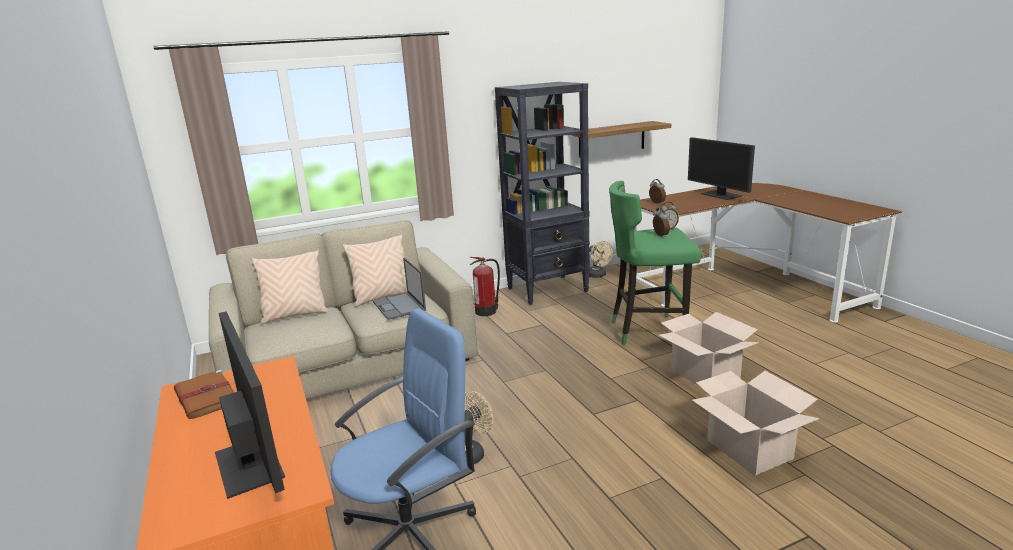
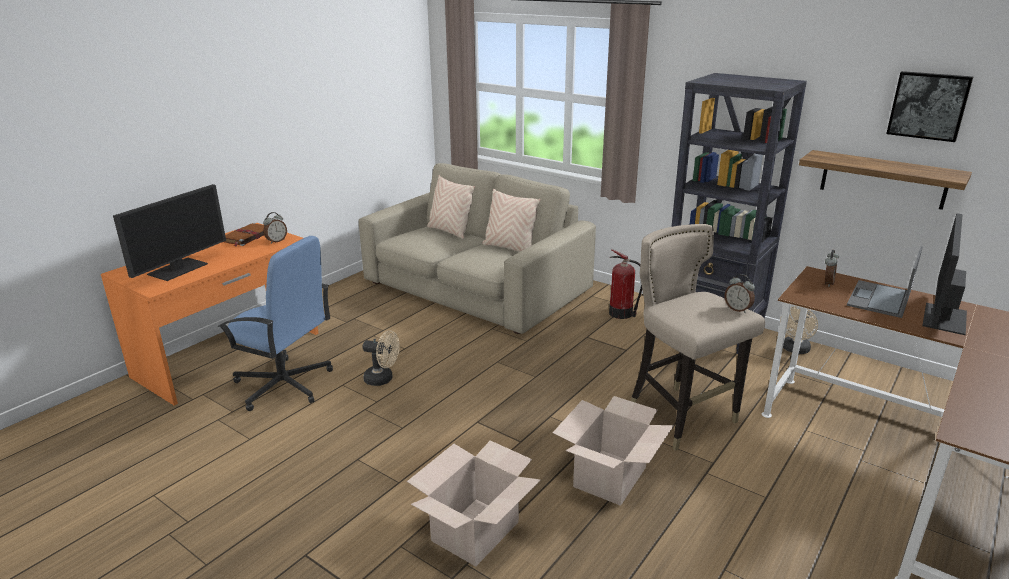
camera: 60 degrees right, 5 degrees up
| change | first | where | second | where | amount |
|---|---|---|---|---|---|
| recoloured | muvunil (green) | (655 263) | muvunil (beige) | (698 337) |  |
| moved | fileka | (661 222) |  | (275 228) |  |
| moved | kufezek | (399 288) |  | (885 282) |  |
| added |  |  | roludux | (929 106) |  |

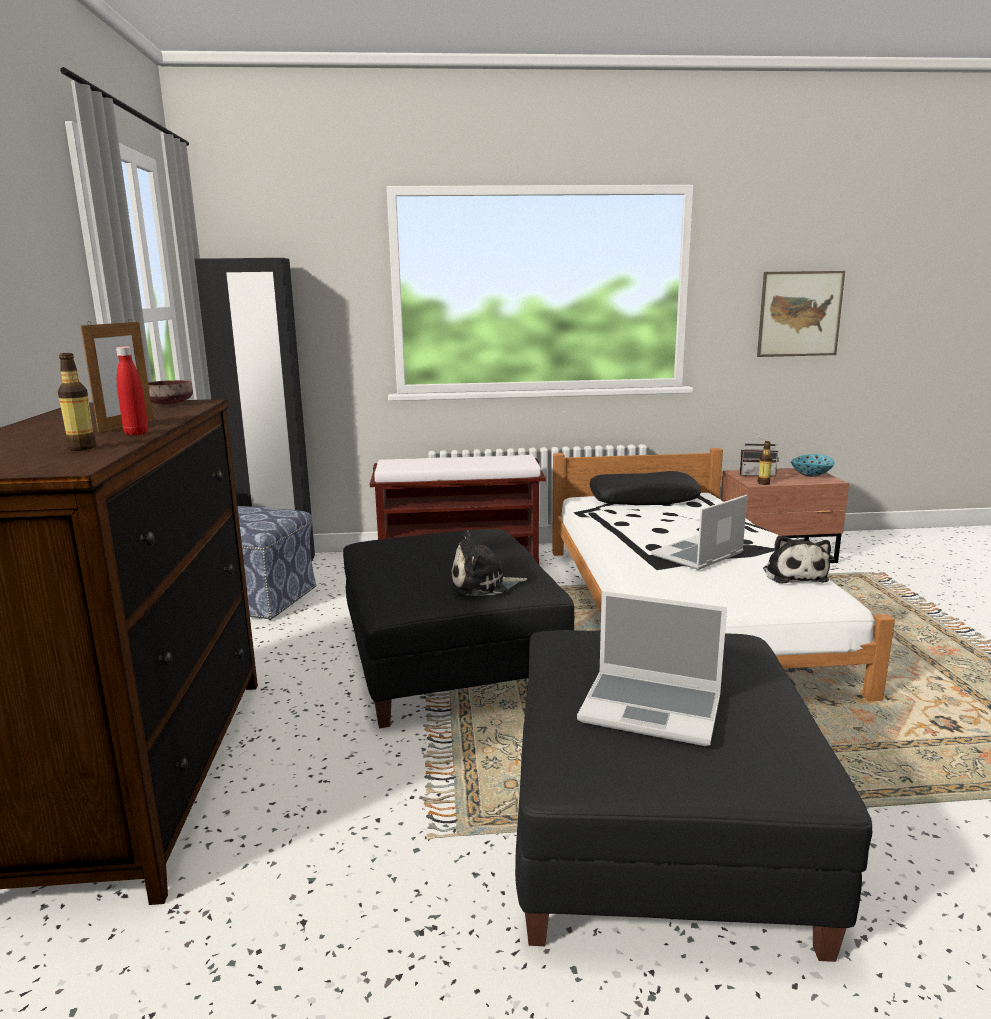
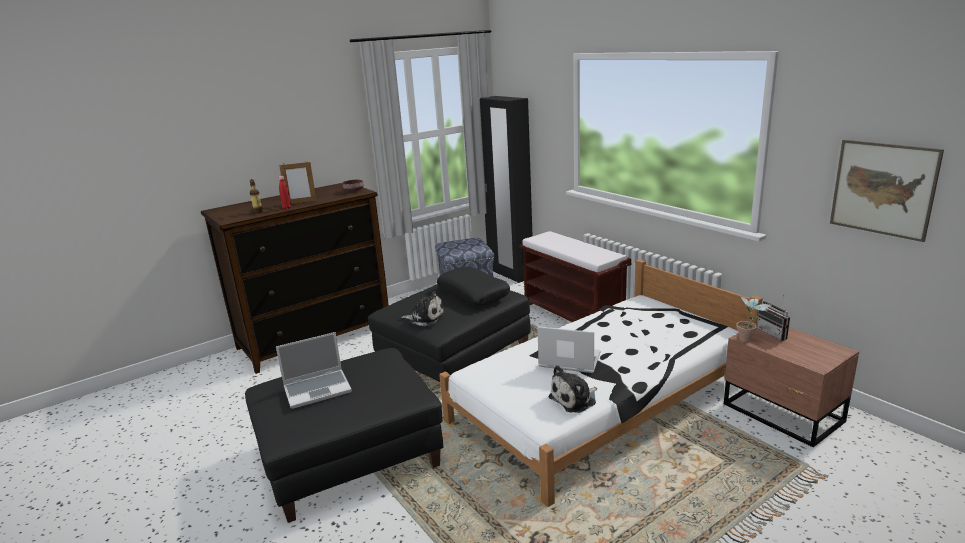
camera: 60 degrees right, 5 degrees up
| change | first | where | second | where | amount |
|---|---|---|---|---|---|
| replaced | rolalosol | (765 463) | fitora | (753 319) |  |
| removed | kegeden | (812 465) |  |  |  |
| moved | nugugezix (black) | (645 488) |  | (473 286) |  |
| turned | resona | (489 563) |  | (423 308) | 150 degrees clockwise |
| turned | kufezek | (652 668) |  | (314 370) | 105 degrees counterclockwise |

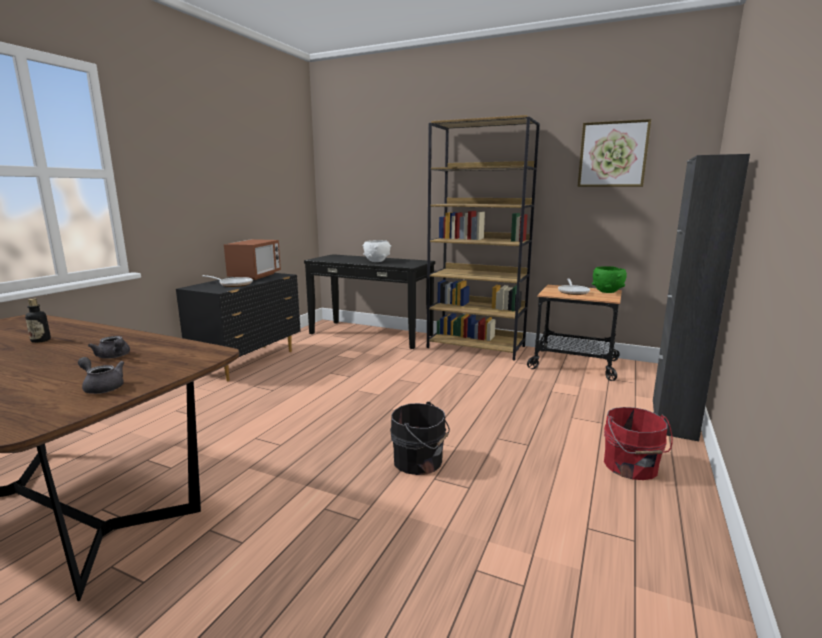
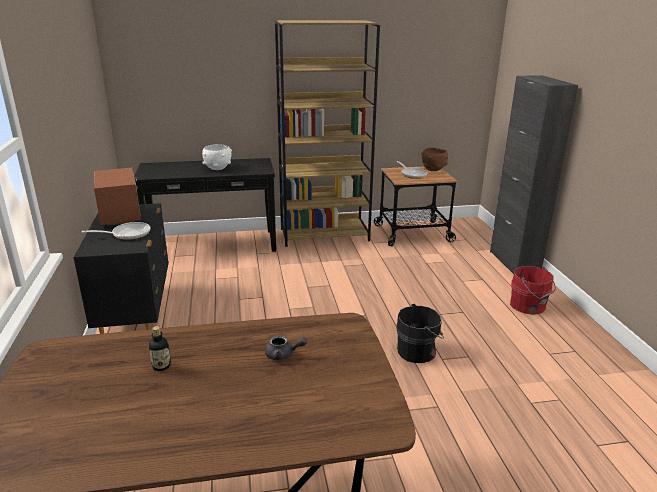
camera: 35 degrees left, 10 degrees up
| change | first | where | second | where | amount |
|---|---|---|---|---|---|
| removed | roludux | (614 153) |  |  |  |
| recoloured | kegeden (green) | (609 279) | kegeden (brown) | (434 159) |  |
| removed | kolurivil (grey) | (101 375) |  |  |  |

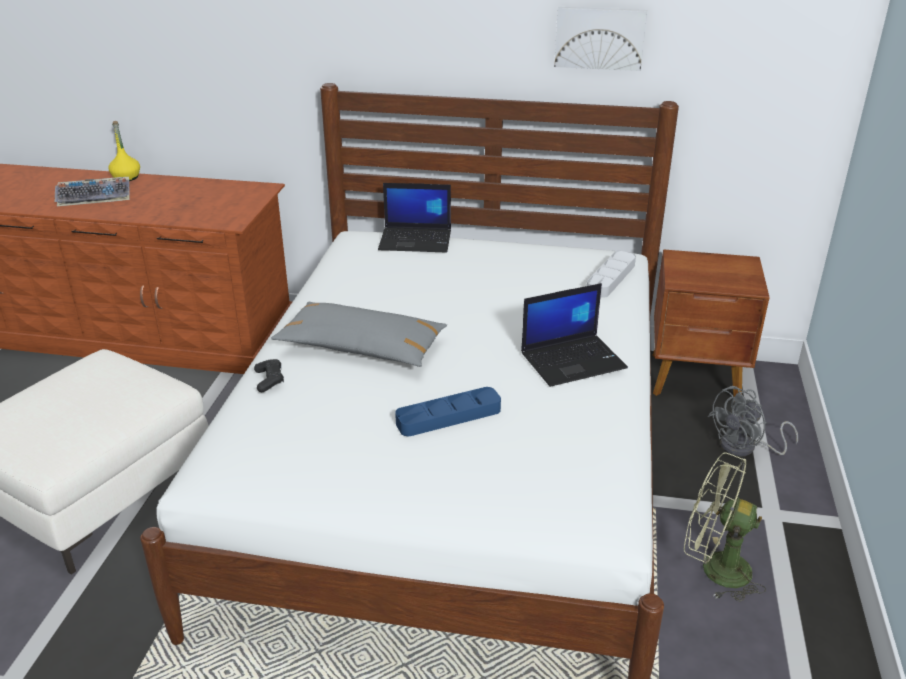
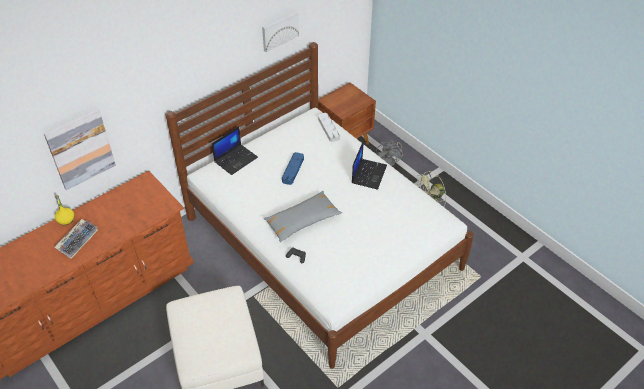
camera: 50 degrees left, 15 degrees up
| change | first | where | second | where | amount |
|---|---|---|---|---|---|
| moved | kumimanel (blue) | (448 411) |  | (293 168) |  |
| added |  |  | roludux | (80 149) |  |

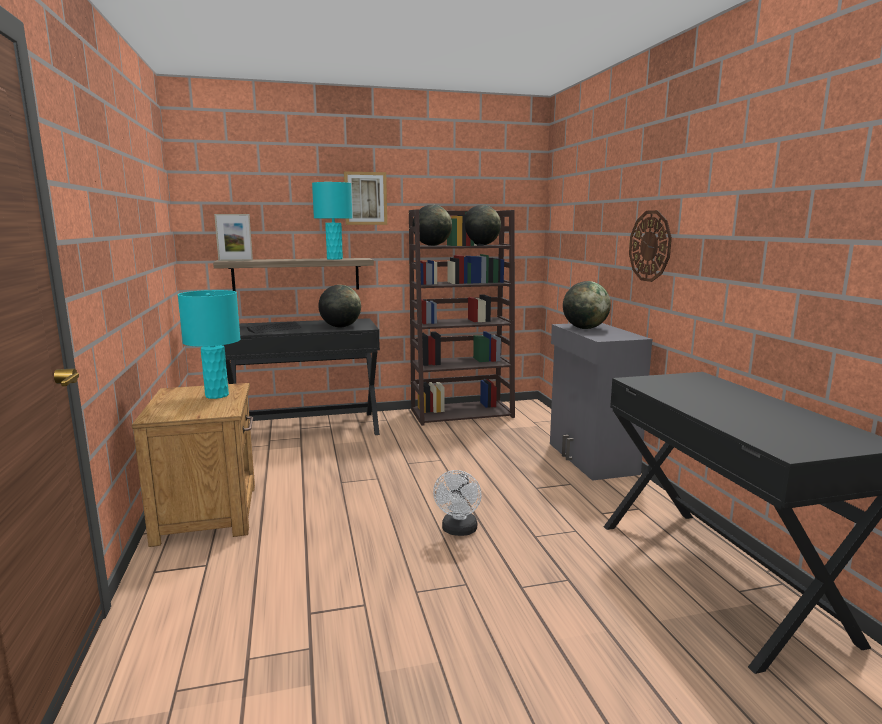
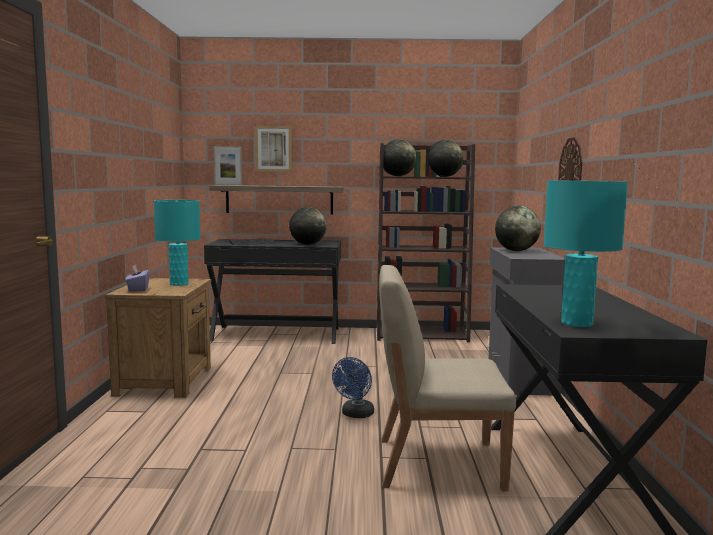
camera: 15 degrees right, 5 degrees down
| change | first | where | second | where | amount |
|---|---|---|---|---|---|
| moved | roludux | (365 198) |  | (273 149) |  |
| moved | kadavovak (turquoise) | (332 221) |  | (586 253) |  |
| recoloured | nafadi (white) | (457 503) | nafadi (blue) | (353 387) |  |
| added |  |  | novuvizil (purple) | (137 278) |  |
| added |  |  | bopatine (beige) | (447 378) |  |

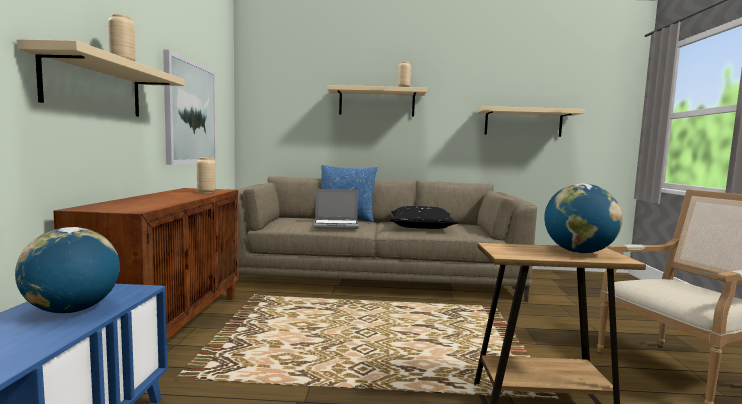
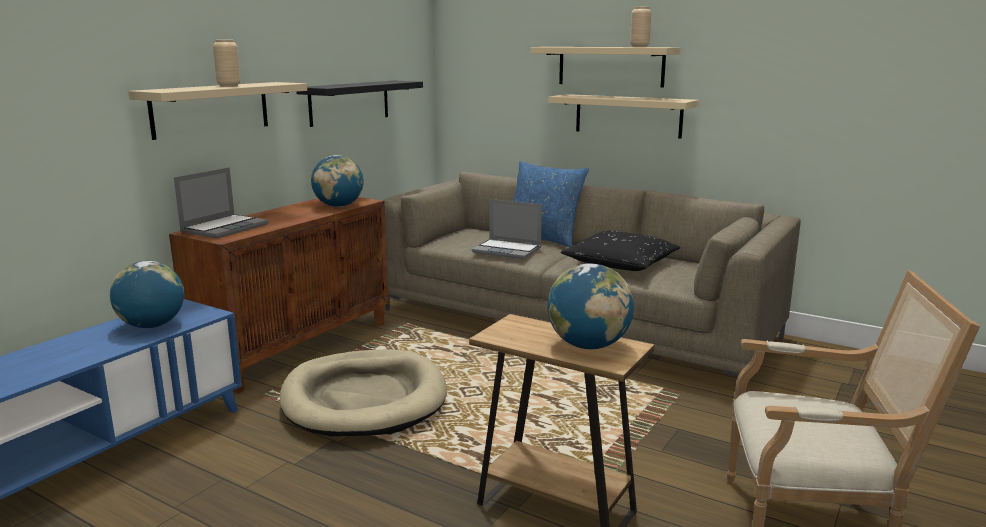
camera: 30 degrees right, 10 degrees up
| change | first | where | second | where | amount |
|---|---|---|---|---|---|
| replaced | roludux | (190 107) | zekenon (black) | (359 104) |  |
| moved | zekenon (beige) | (530 121) |  | (623 116) |  |
| replaced | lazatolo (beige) | (206 175) | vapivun | (337 181) |  |
| added |  |  | kufezek | (221 202) |  |
| added |  |  | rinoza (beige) | (363 393) |  |

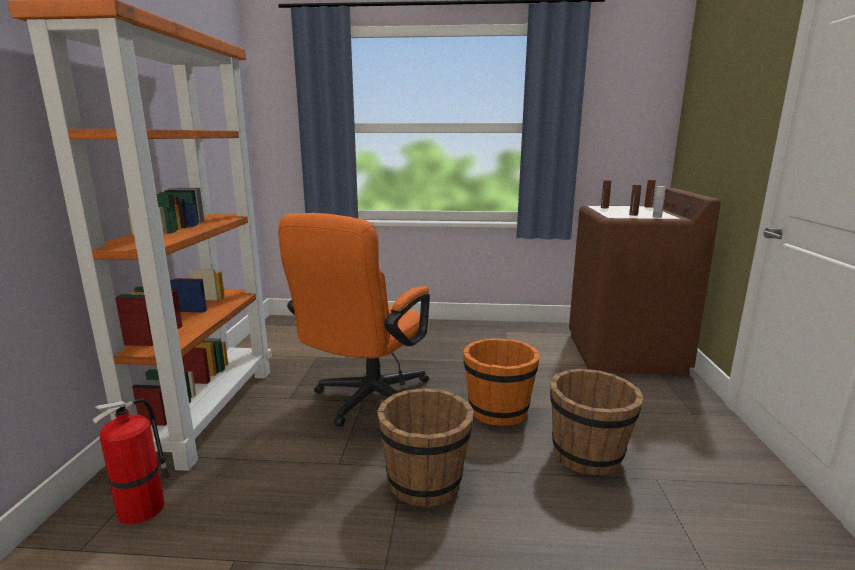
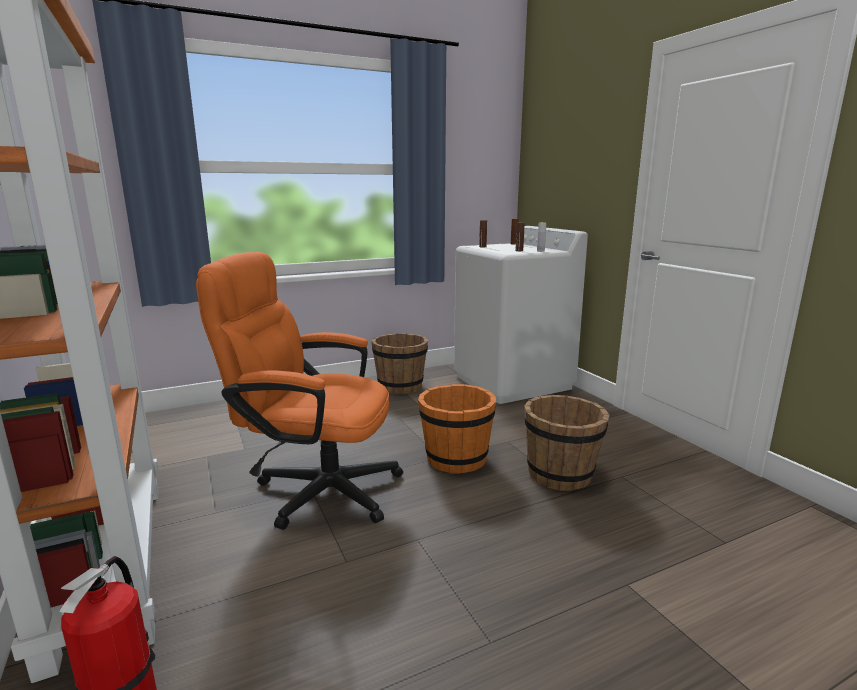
camera: 30 degrees left, 0 degrees up
| change | first | where | second | where | amount |
|---|---|---|---|---|---|
| recoloured | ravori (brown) | (645 281) | ravori (white) | (521 315) |  |
| turned | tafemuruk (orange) | (354 320) |  | (299 391) | 105 degrees clockwise |
| moved | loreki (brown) | (425 447) |  | (399 363) |  |

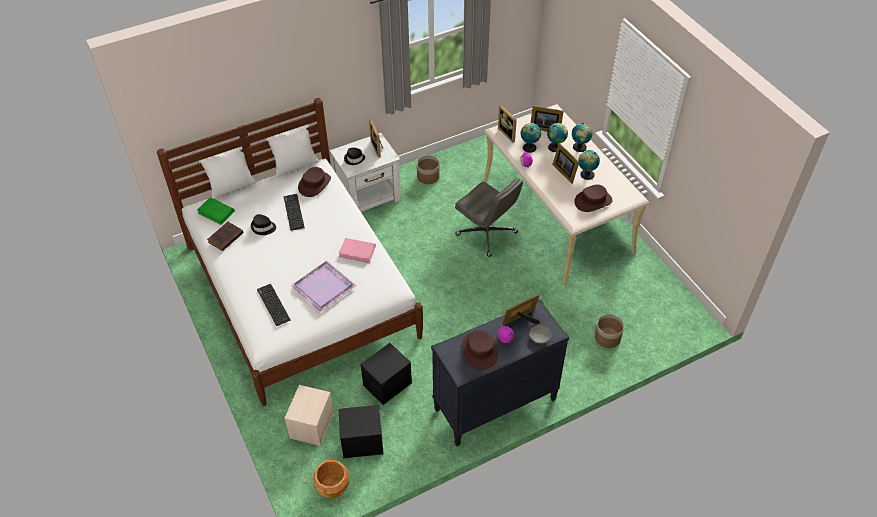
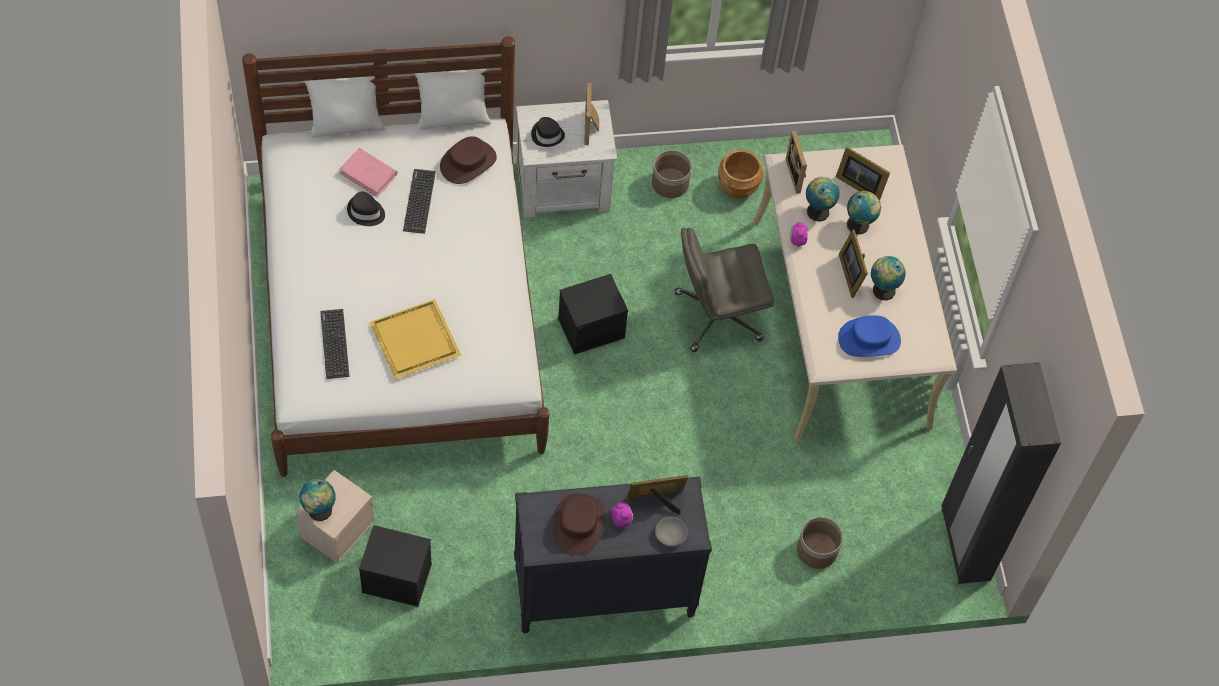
camera: 15 degrees right, 10 degrees up
| change | first | where | second | where | amount |
|---|---|---|---|---|---|
| moved | vapivun | (582 137) |  | (317 500) |  |
| turned | tafemuruk (grey) | (489 217) |  | (724 290) | 105 degrees clockwise |
| recoloured | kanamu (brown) | (593 198) | kanamu (blue) | (869 336) |  |
| removed | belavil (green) | (216 211) |  |  |  |
| removed | belavil (brown) | (225 236) |  |  |  |
| moved | belavil (pink) | (357 250) |  | (368 172) |  |
| recoloured | kumimanel (purple) | (324 286) | kumimanel (yellow) | (415 339) |  |
| moved | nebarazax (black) | (386 374) |  | (593 314) |  |
| moved | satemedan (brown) | (331 479) |  | (740 174) |  |
| added |  |  | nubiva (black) | (1001 473) |  |

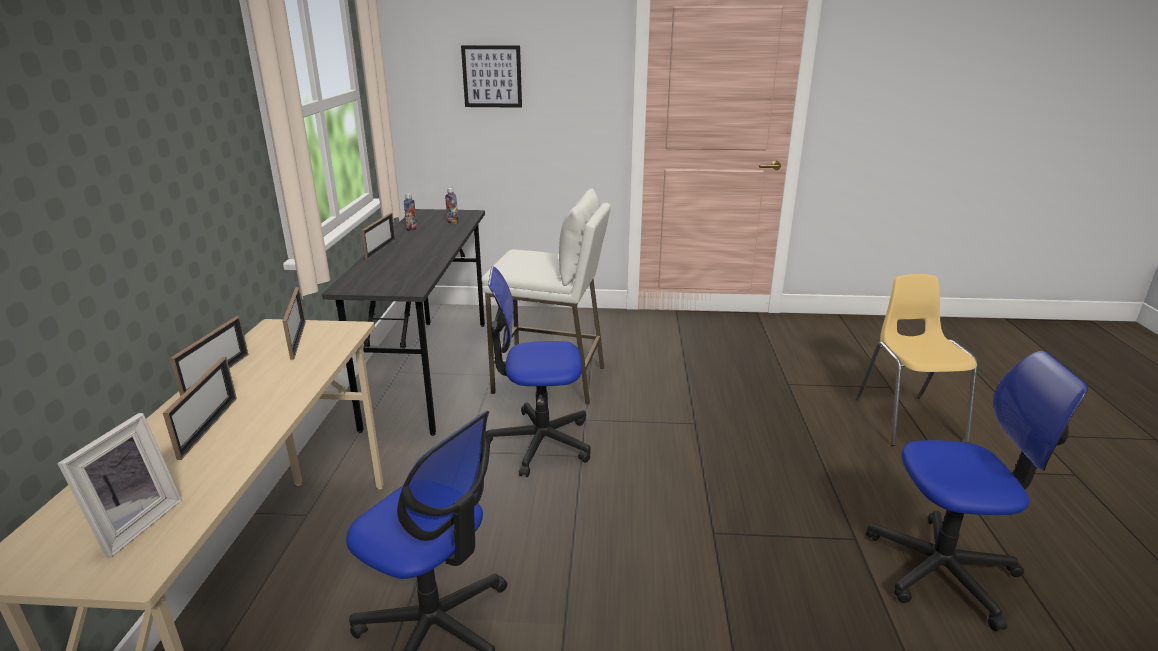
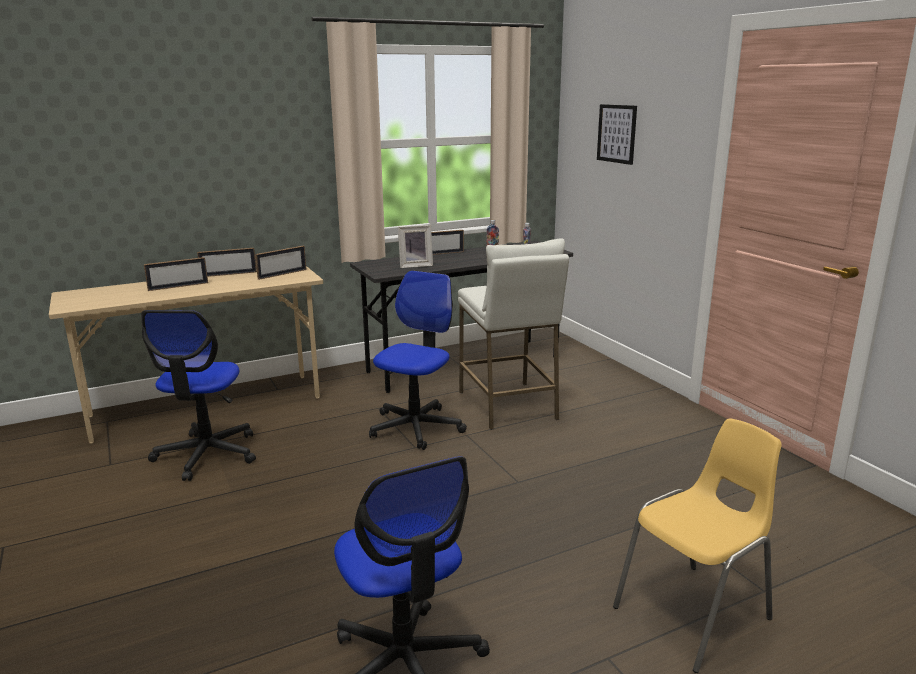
camera: 60 degrees right, 5 degrees down
| change | first | where | second | where | amount |
|---|---|---|---|---|---|
| turned | tafemuruk | (539 371) |  | (418 360) | 60 degrees clockwise |
| moved | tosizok | (119 485) |  | (415 246) |  |

